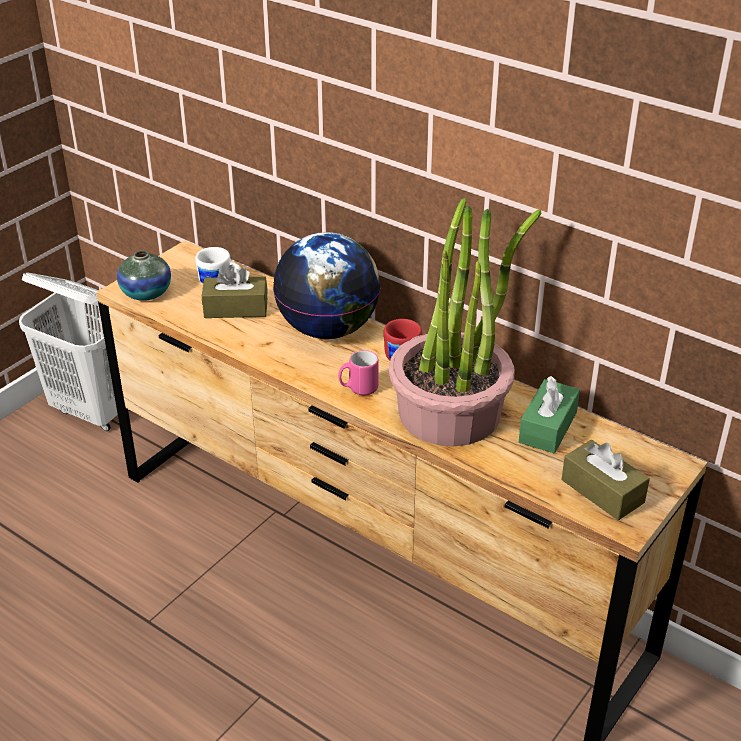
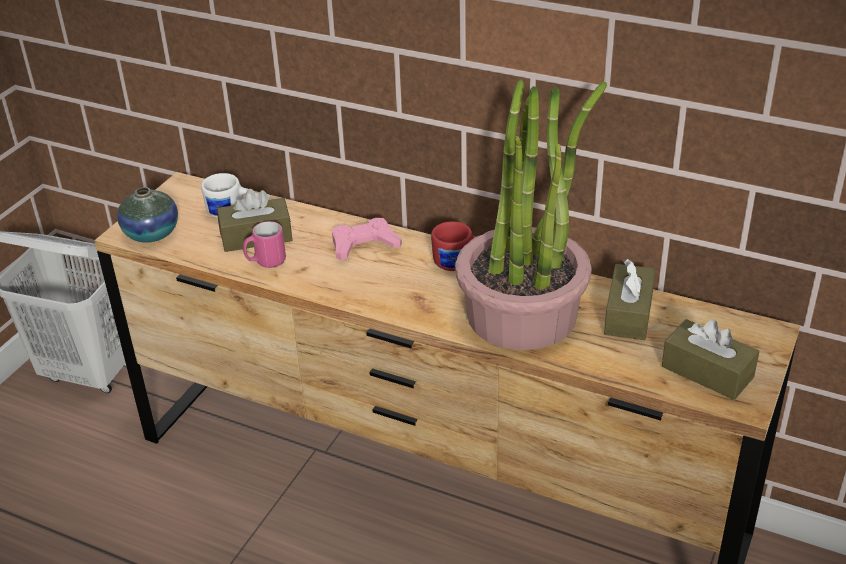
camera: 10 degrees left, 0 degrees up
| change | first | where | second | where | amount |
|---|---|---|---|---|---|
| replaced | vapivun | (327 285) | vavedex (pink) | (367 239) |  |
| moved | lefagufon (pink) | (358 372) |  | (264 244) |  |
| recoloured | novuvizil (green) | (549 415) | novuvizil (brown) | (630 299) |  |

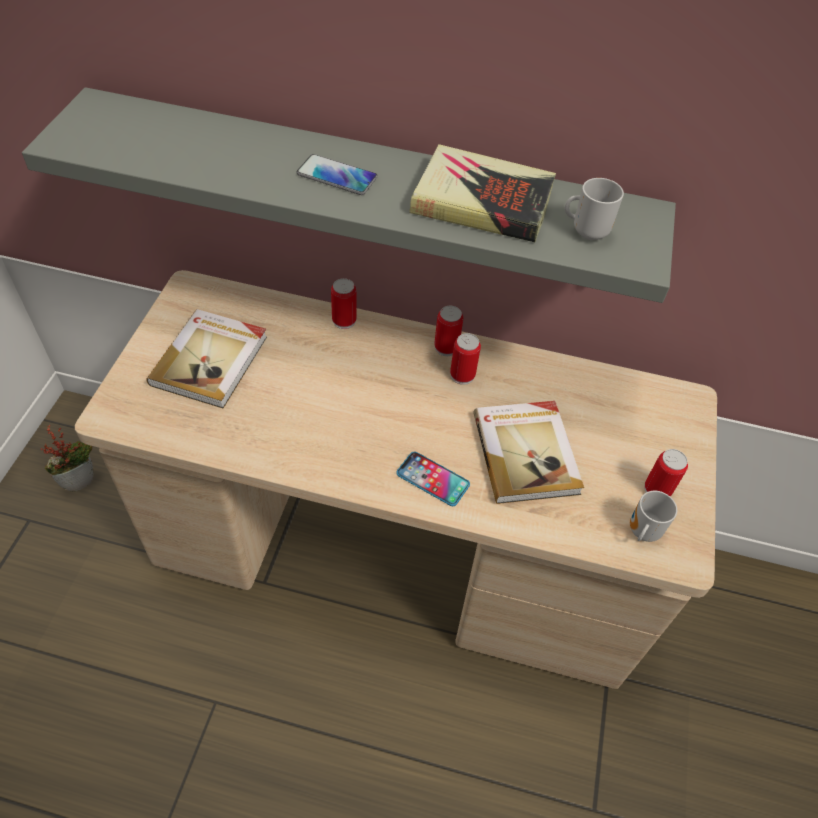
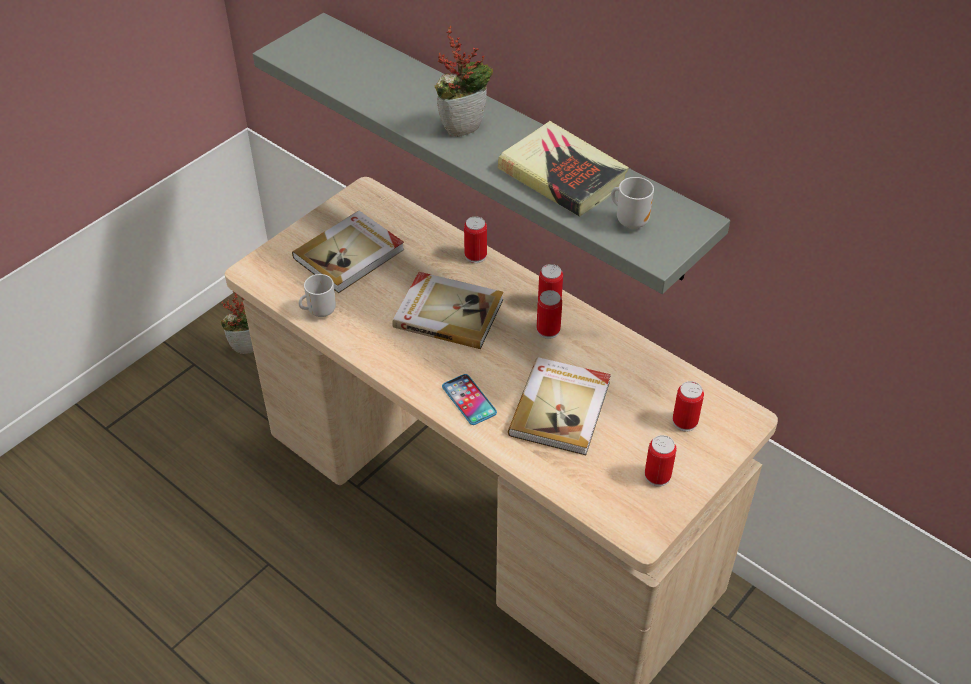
camera: 30 degrees right, 5 degrees down
| change | first | where | second | where | amount |
|---|---|---|---|---|---|
| replaced | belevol | (337 174) | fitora | (463 81) |  |
| moved | lefagufon | (653 516) |  | (317 295) |  |
| added |  |  | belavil | (447 310) |  |
| added |  |  | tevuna | (688 406) |  |

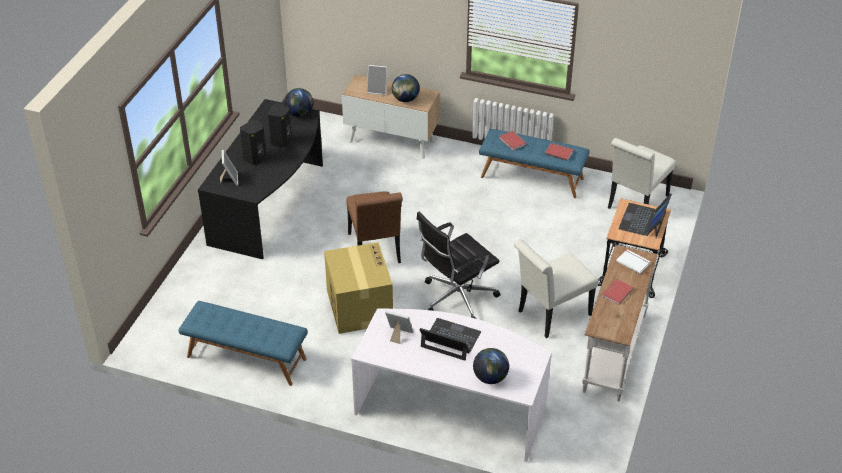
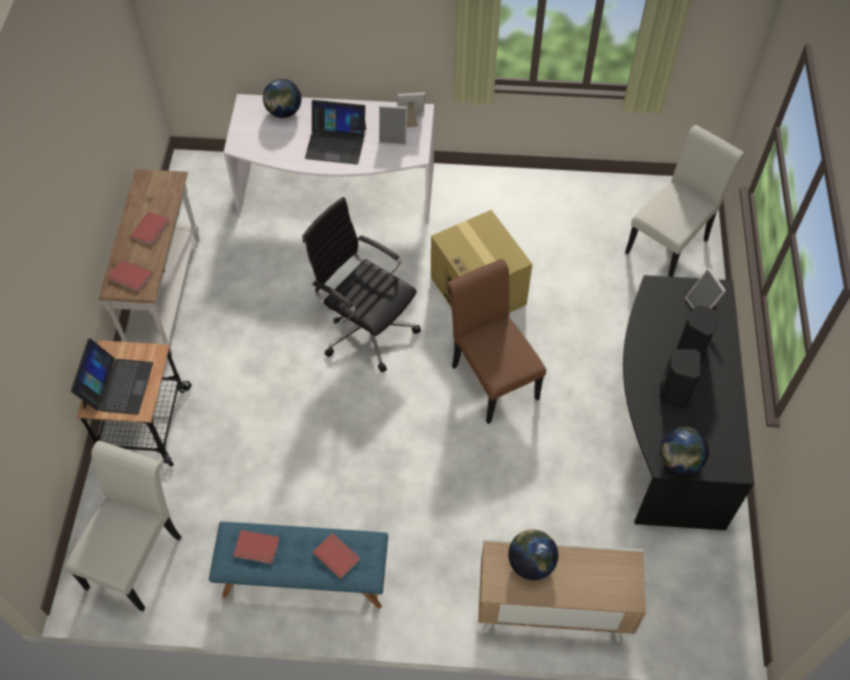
camera: 165 degrees right, 15 degrees up
| change | first | where | second | where | amount |
|---|---|---|---|---|---|
| moved | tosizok | (377 80) |  | (411 109) |  |
| turned | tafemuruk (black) | (459 265) |  | (362 285) | 90 degrees counterclockwise |
| moved | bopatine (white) | (556 288) |  | (685 201) |  |
| recoloured | belavil (white) | (633 261) | belavil (red) | (130 276) |  |
| removed | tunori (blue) | (243 343) |  |  |  |

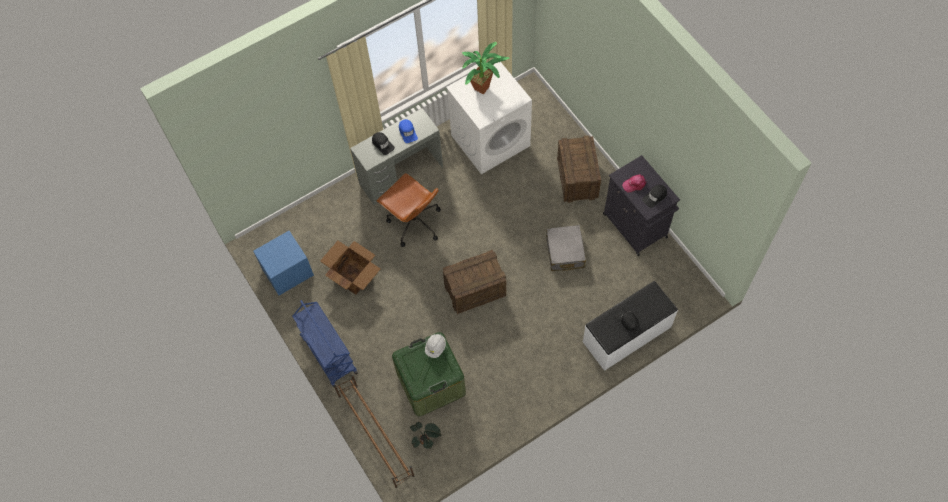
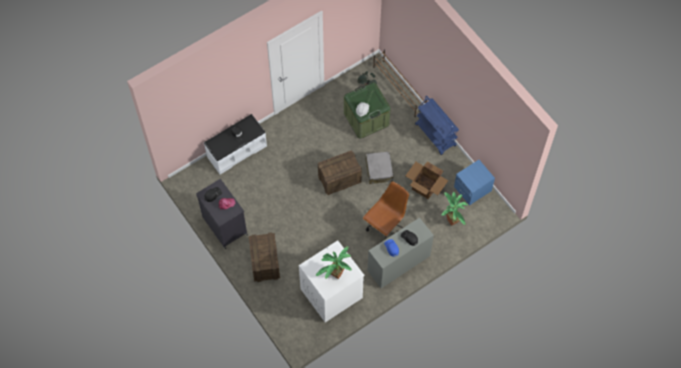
camera: 175 degrees right, 0 degrees up
| change | first | where | second | where | amount |
|---|---|---|---|---|---|
| turned | tafemuruk (brown) | (409 210) |  | (386 210) | 90 degrees clockwise |
| moved | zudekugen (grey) | (566 248) |  | (380 167) |  |
| added |  |  | fitora | (455 209) |  |

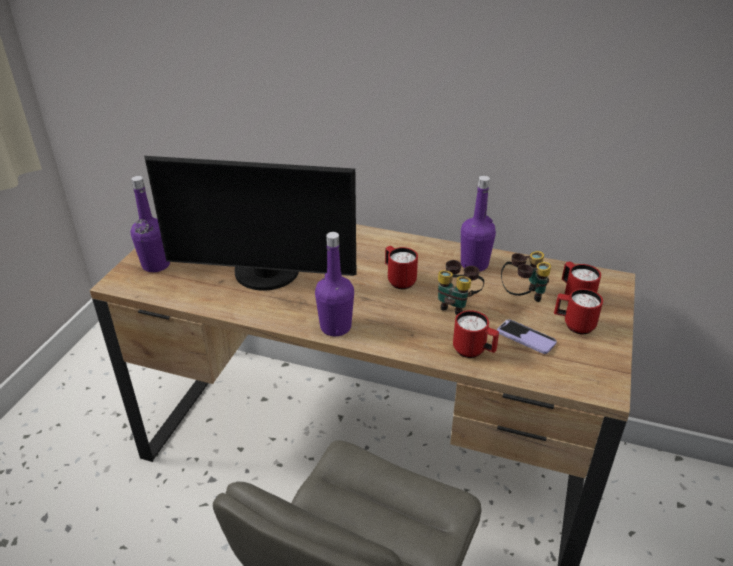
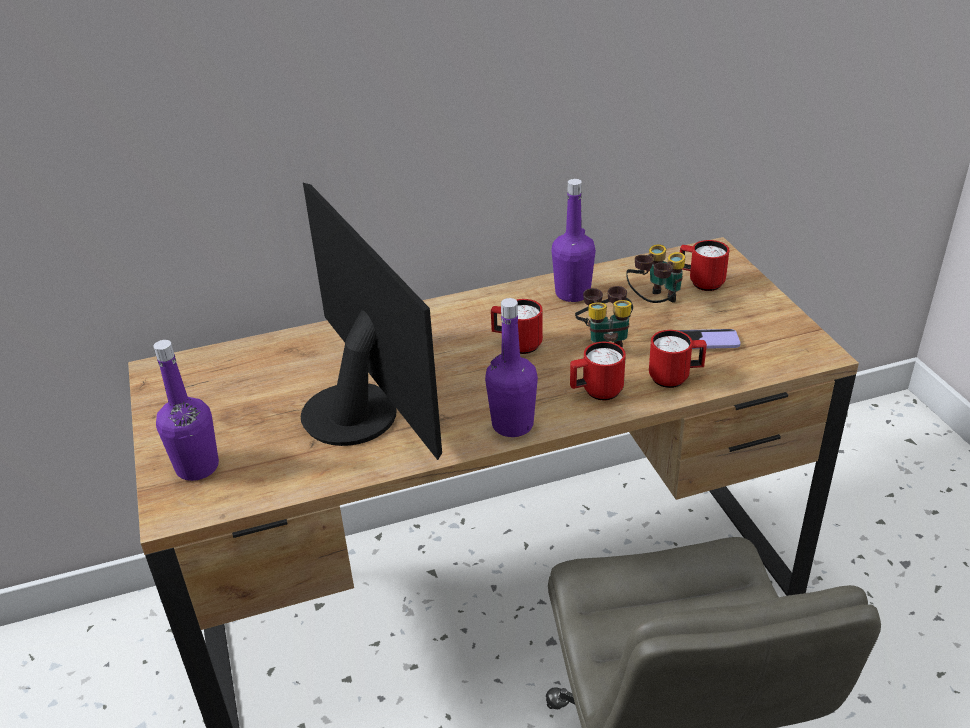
camera: 35 degrees left, 0 degrees up
| change | first | where | second | where | amount |
|---|---|---|---|---|---|
| turned | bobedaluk | (250 223) |  | (371 321) | 90 degrees counterclockwise |
| moved | lefagufon (red) | (578 311) |  | (598 371) |  |

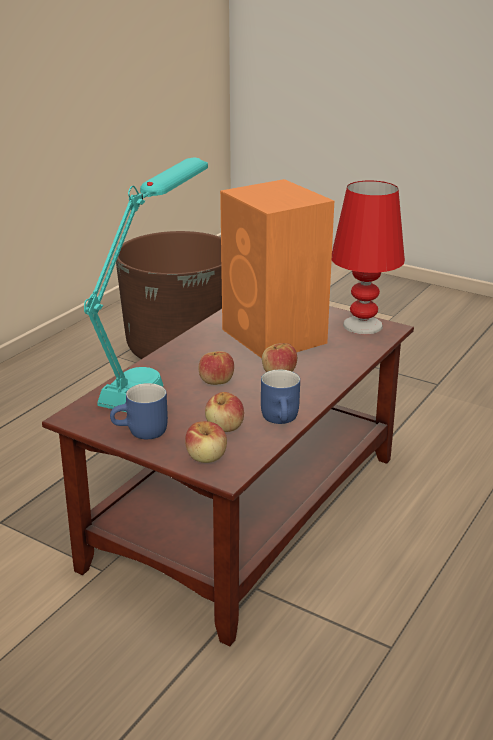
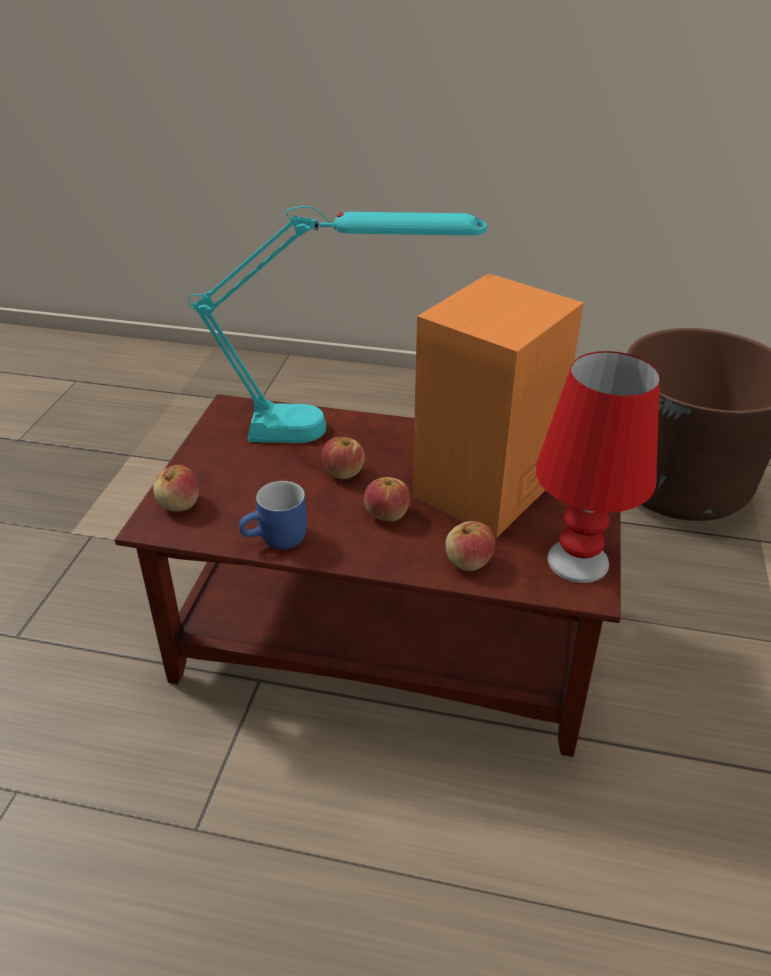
camera: 70 degrees right, 10 degrees up
| change | first | where | second | where | amount |
|---|---|---|---|---|---|
| removed | lefagufon (blue) | (139 411) |  |  |  |
| moved | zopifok | (224 412) |  | (470 546) |  |

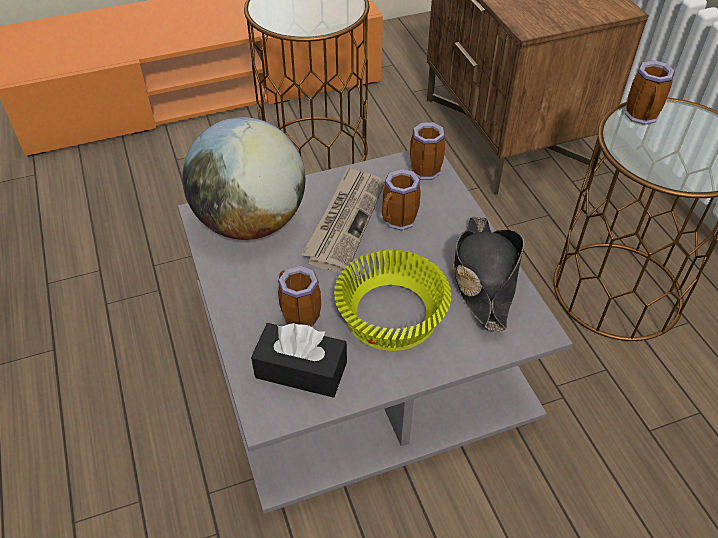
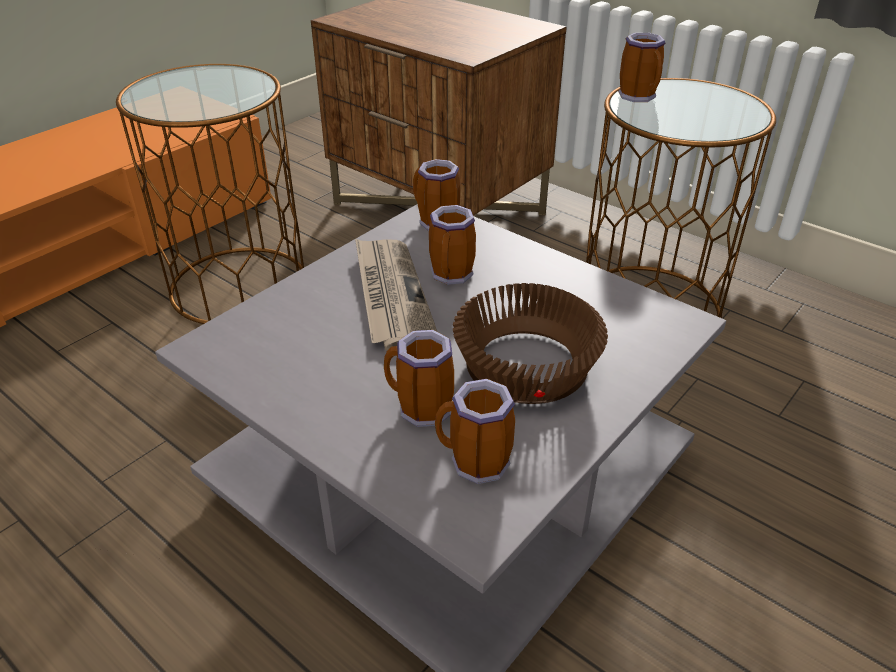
camera: 30 degrees left, 10 degrees down
| change | first | where | second | where | amount |
|---|---|---|---|---|---|
| removed | vapivun | (243 178) |  |  |  |
| removed | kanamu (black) | (488 274) |  |  |  |
| recoloured | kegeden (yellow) | (392 300) | kegeden (brown) | (530 343) |  |
| replaced | novuvizil (black) | (299 360) | lefagufon | (475 431) |  |

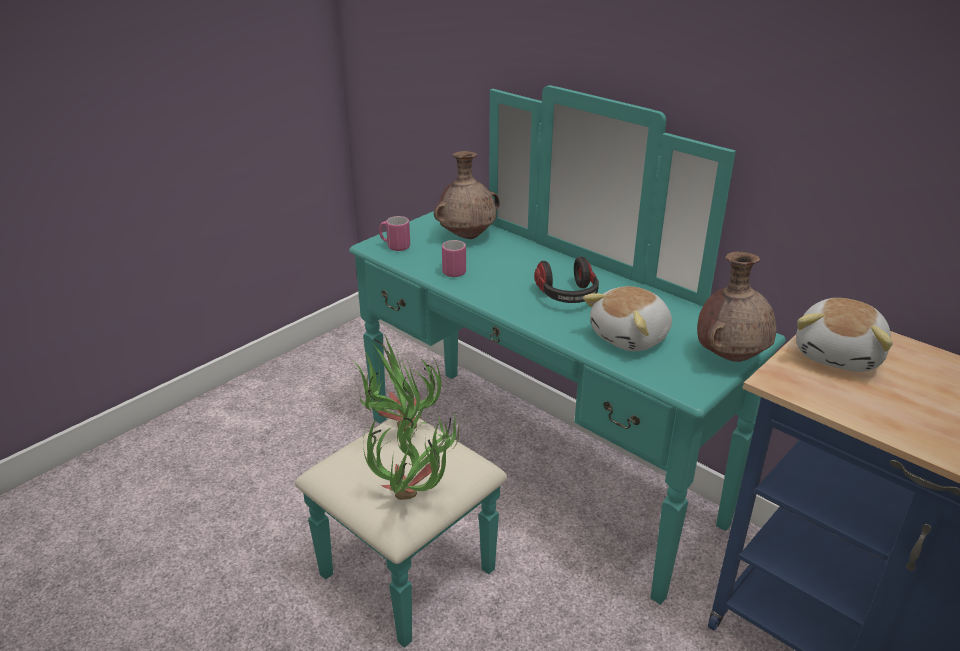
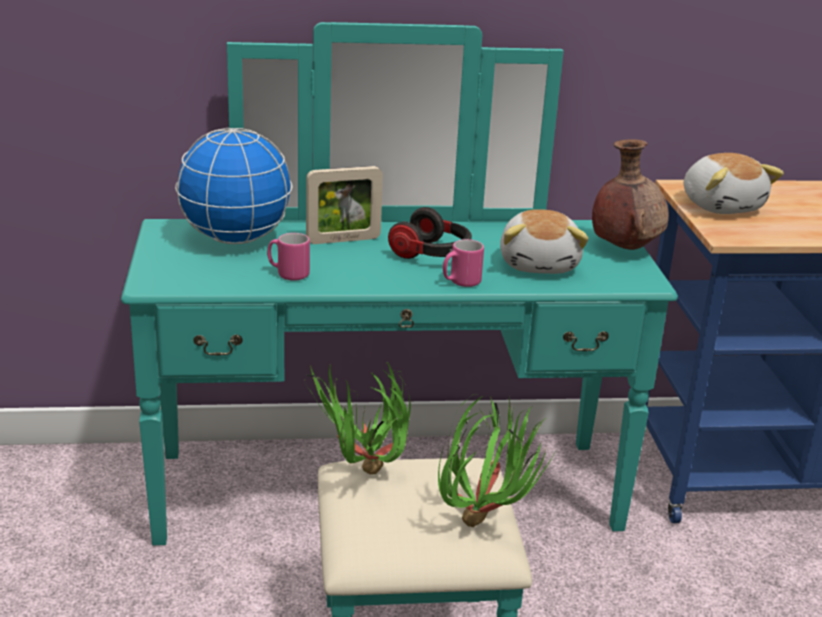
camera: 50 degrees left, 5 degrees down
| change | first | where | second | where | amount |
|---|---|---|---|---|---|
| replaced | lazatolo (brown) | (467 195) | vapivun | (234 186) |  |
| moved | lefagufon (pink) | (394 233) |  | (463 263) |  |
| added |  |  | tosizok | (344 205) |  |

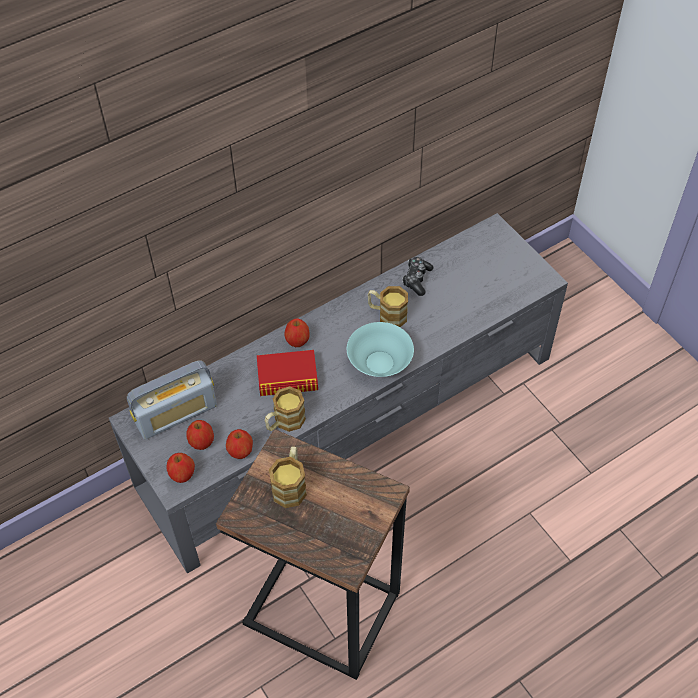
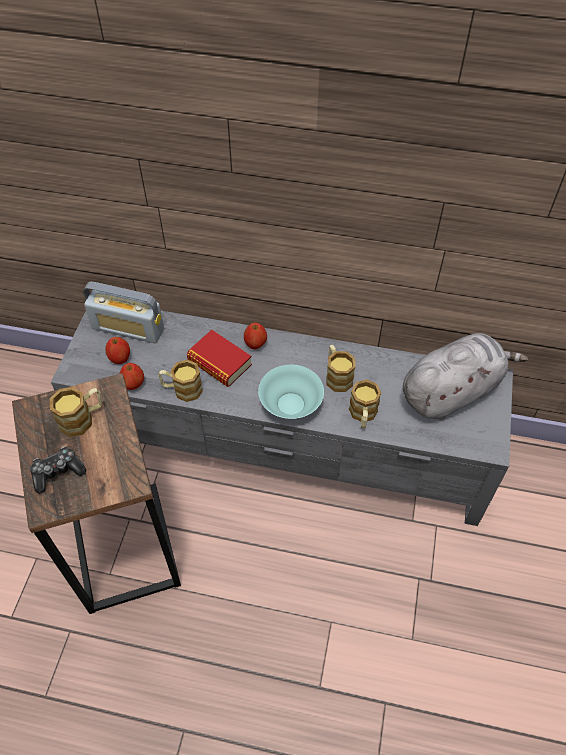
camera: 45 degrees right, 0 degrees up
| change | first | where | second | where | amount |
|---|---|---|---|---|---|
| moved | vavedex | (417 276) |  | (58 470) |  |
| removed | zopifok | (180 468) |  |  |  |
| added |  |  | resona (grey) | (465 376) |  |
| added |  |  | lefagufon | (365 403) |  |

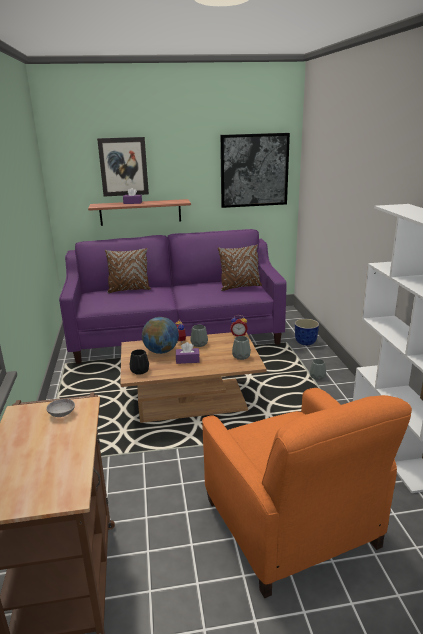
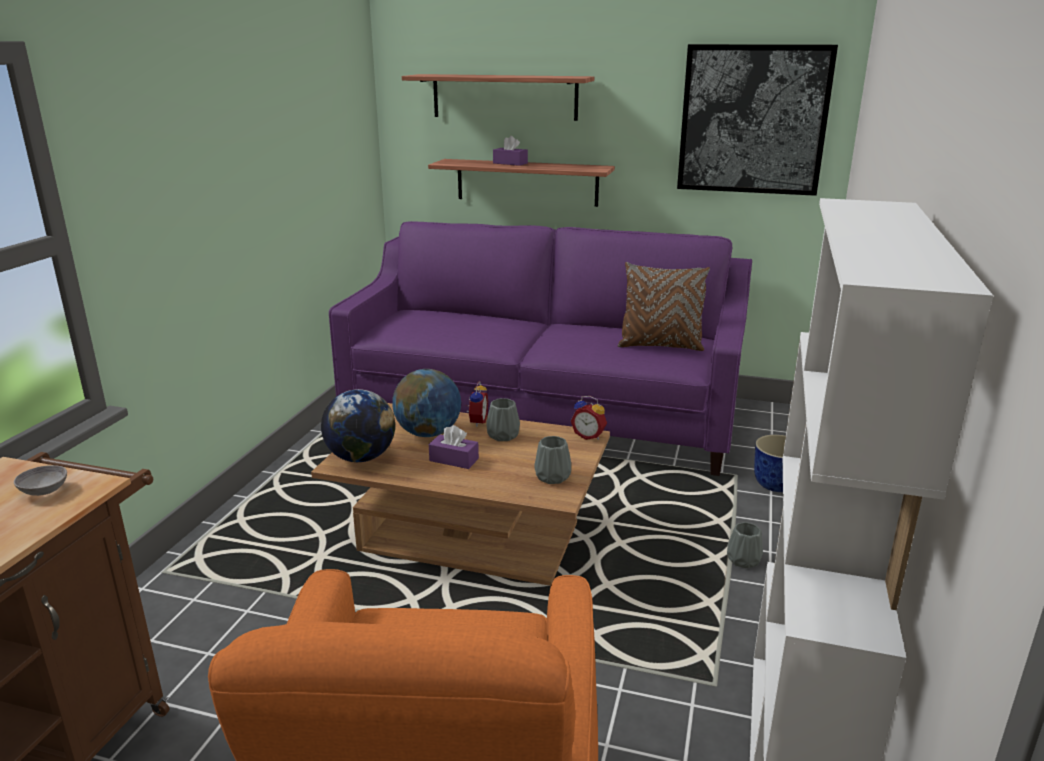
camera: 25 degrees right, 0 degrees up
| change | first | where | second | where | amount |
|---|---|---|---|---|---|
| replaced | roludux | (123 166) | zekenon | (498 97) |  |
| removed | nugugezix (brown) | (128 270) |  |  |  |
| replaced | lazatolo (black) | (139 362) | vapivun | (358 425) |  |

